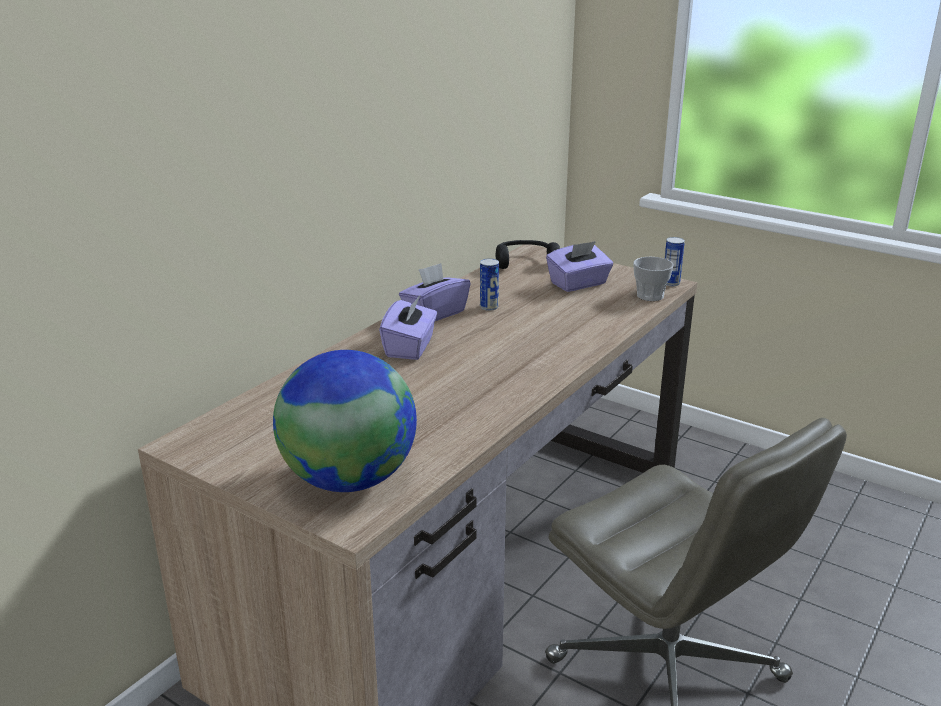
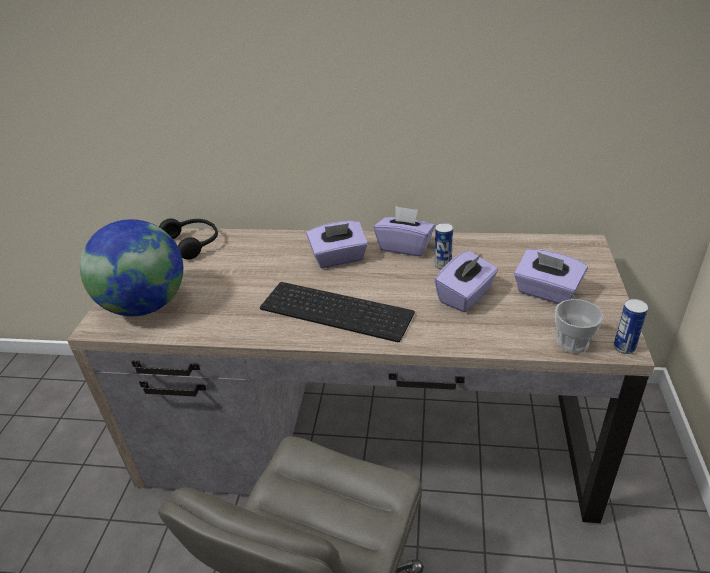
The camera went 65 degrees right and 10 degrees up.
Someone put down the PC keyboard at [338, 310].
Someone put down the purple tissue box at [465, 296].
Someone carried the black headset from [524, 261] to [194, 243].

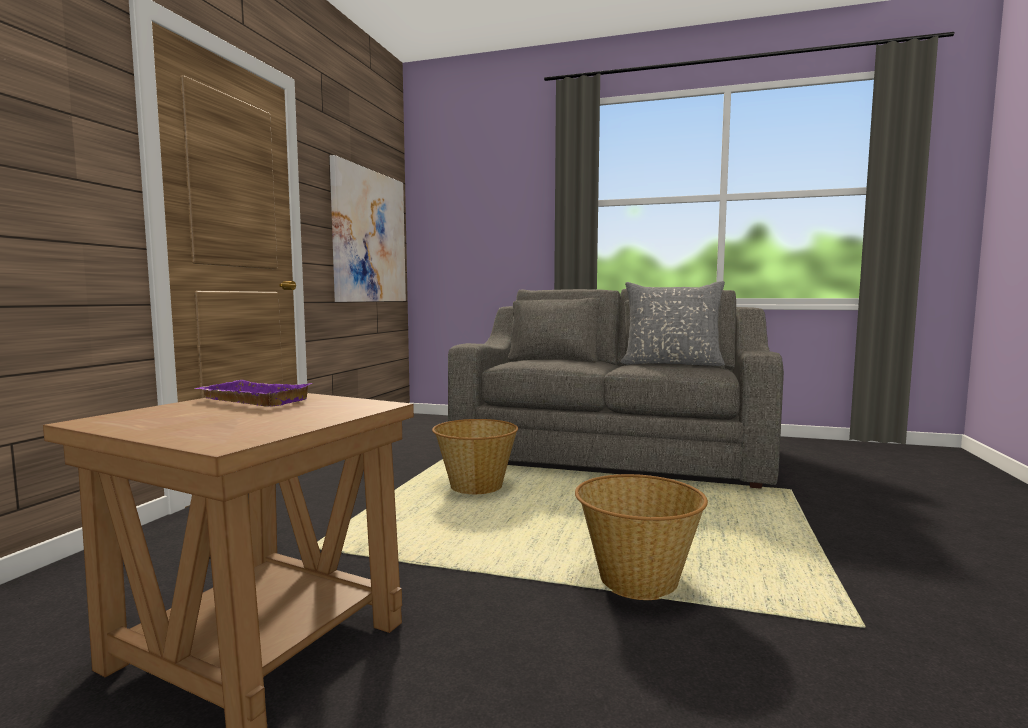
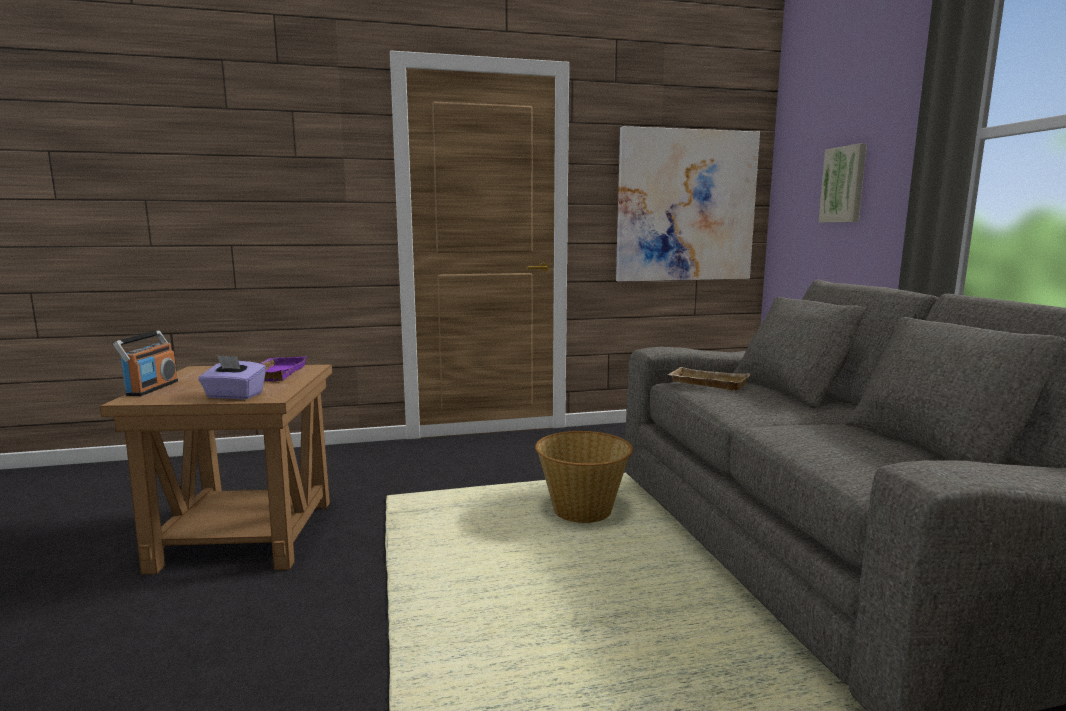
The camera went 60 degrees right and 5 degrees up.
Someone took away the basket at [637, 581].
Someone took away the grey pillow at [671, 364].
Someone put down the radio set at [152, 388].
Someone put down the purple tissue box at [234, 396].
Someone put down the sand-coloured serving tray at [706, 384].
Someone put up the wall picture at [844, 184].

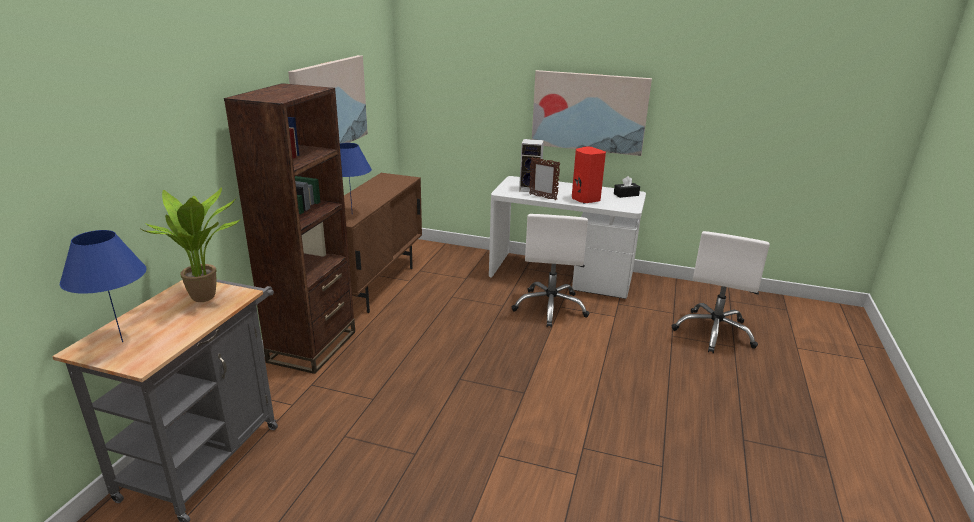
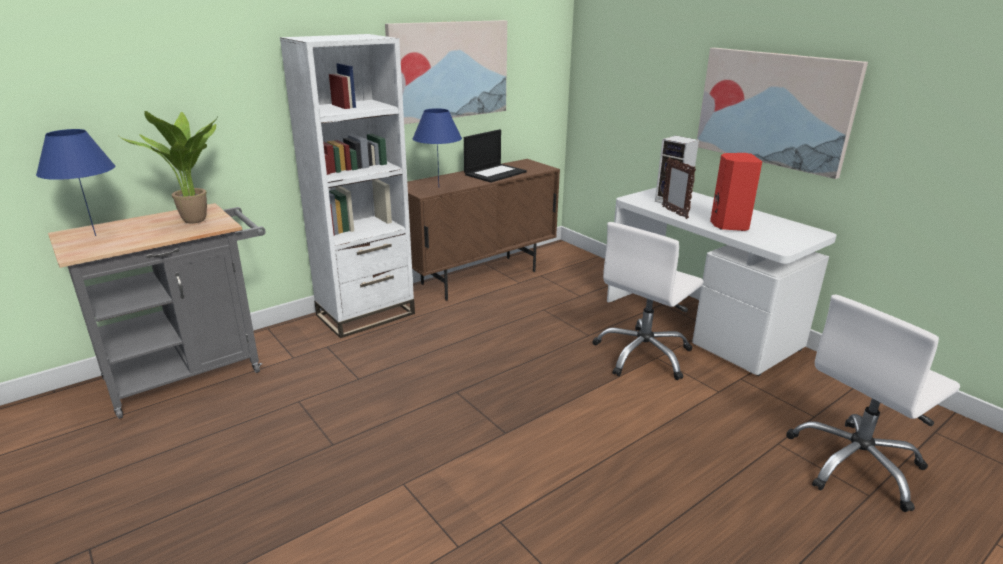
The camera went 35 degrees right and 0 degrees up.
Someone took away the black tissue box at [626, 194].
Someone put down the laptop at [495, 173].
Someone repainted the brown-coloured shelving unit at [312, 346], which became the whitish shelving unit at [366, 314].

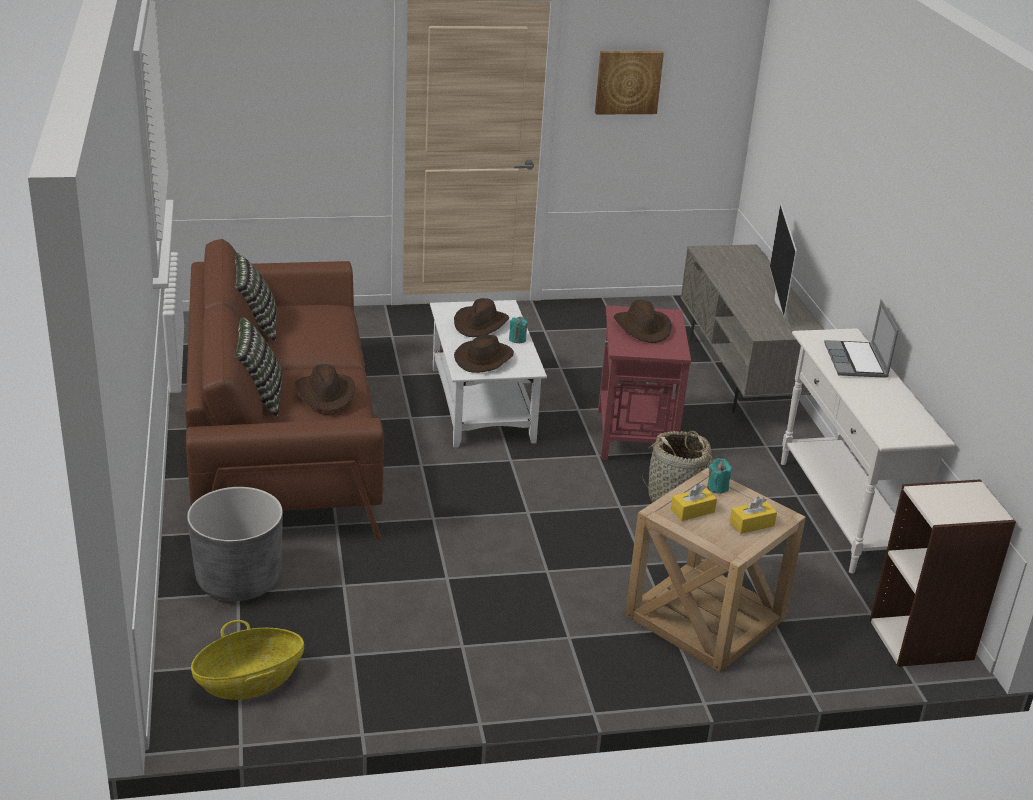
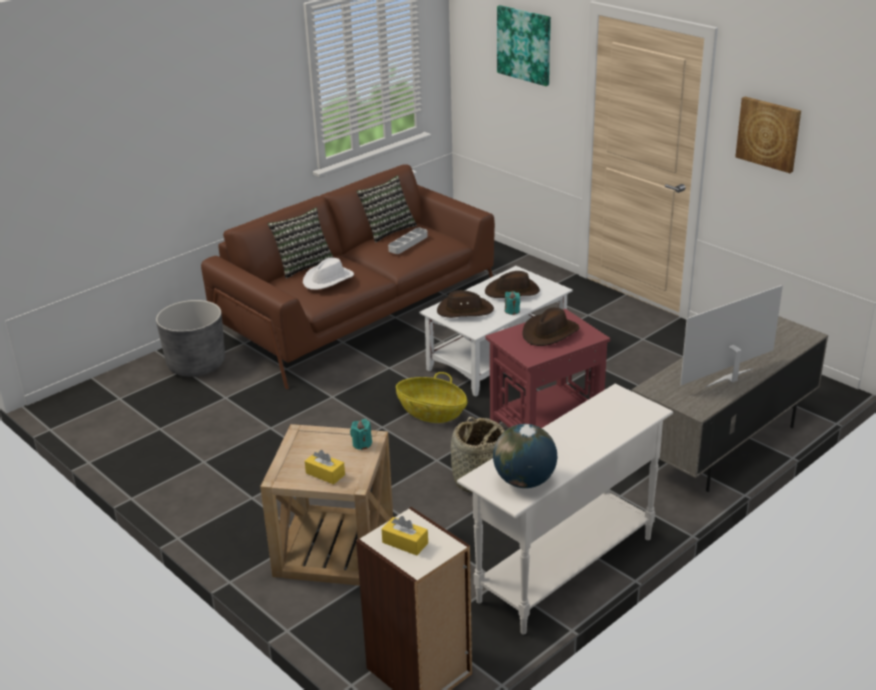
The camera went 60 degrees right and 0 degrees up.
Someone took away the laptop at [857, 361].
Someone put down the grey serving tray at [408, 243].
Someone put down the desk globe at [525, 481].
Someone put up the wall picture at [524, 45].
Someone carried the basket from [249, 681] to [432, 412].
Someone carried the yellow-coloured tissue box from [692, 511] to [405, 543].
Someone repainted the brown-coloured clothing hat at [326, 394], which became the whitish clothing hat at [328, 279].

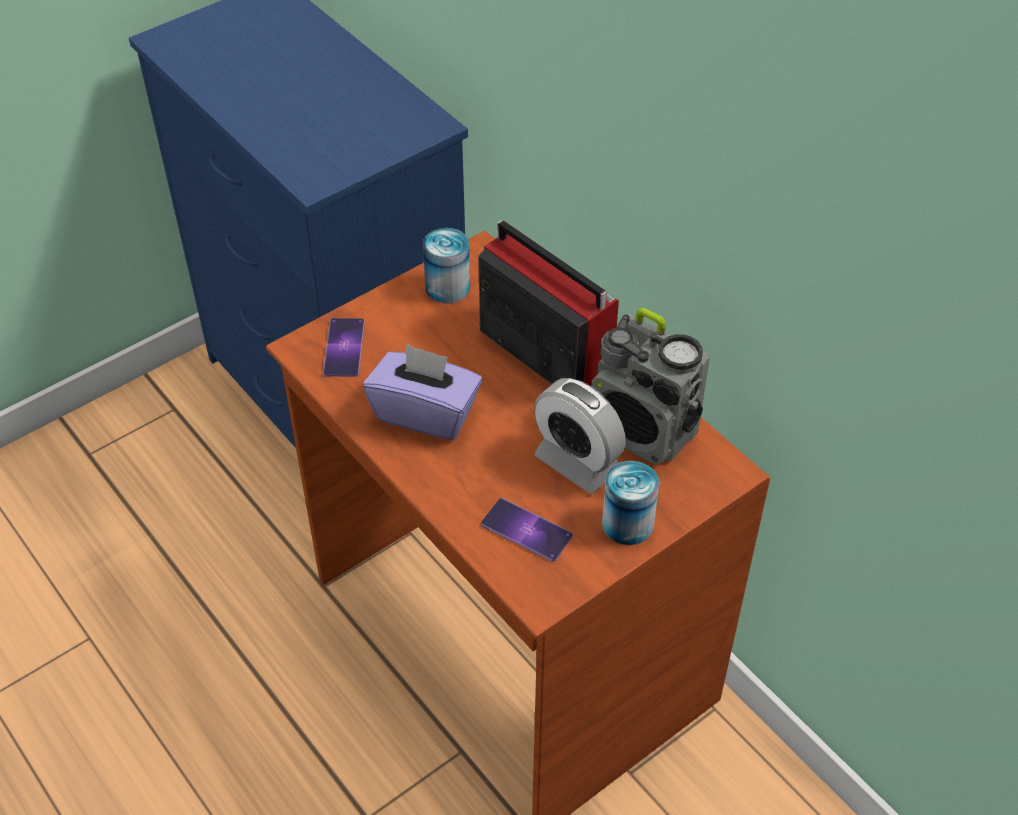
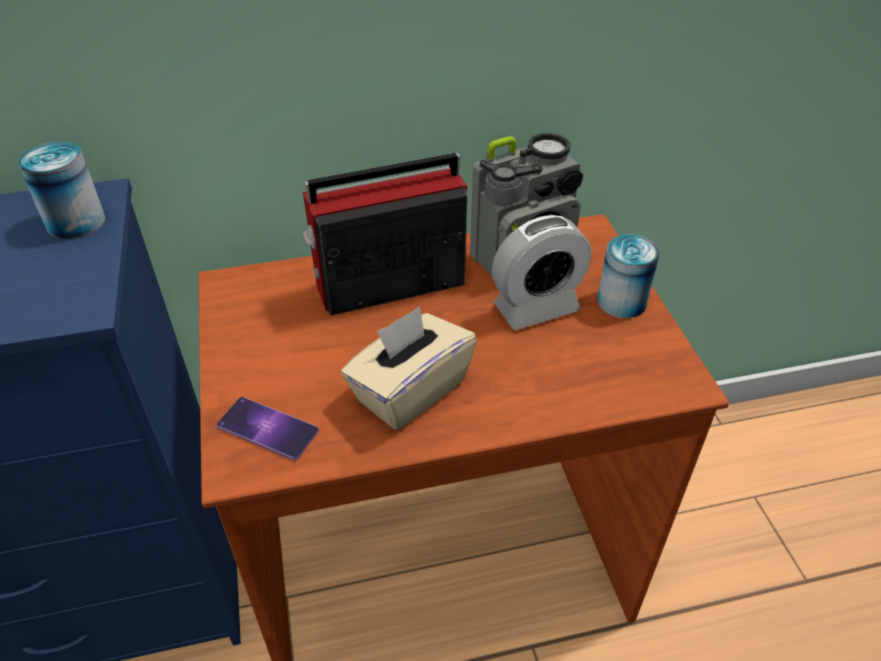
The camera went 65 degrees left and 5 degrees down.
Someone took away the handset at [526, 530].
Someone carried the can from [447, 287] to [76, 222].
Someone repainted the purple tissue box at [425, 412], which became the sand-coloured tissue box at [409, 391].

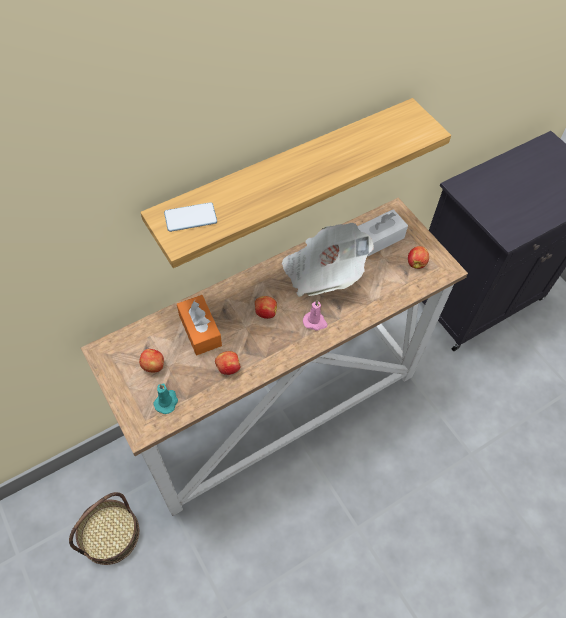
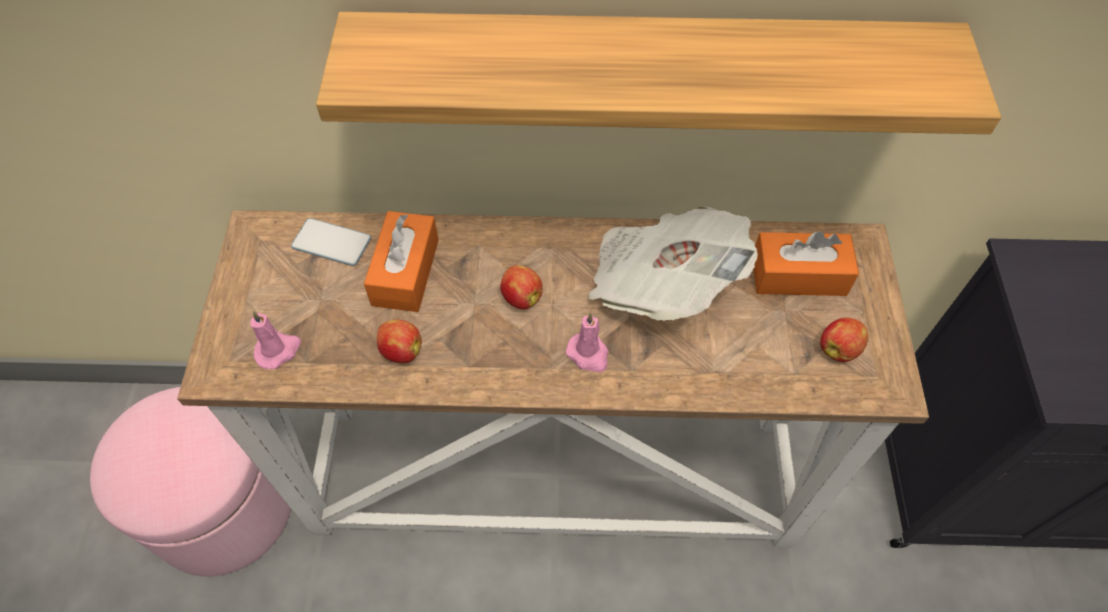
The camera went 35 degrees right and 0 degrees up.
Someone took away the apple at [154, 366].
Someone carried the handset from [190, 218] to [331, 243].
Someone swapped the basket at [110, 534] for the pink ottoman at [224, 508].
Someone repainted the blue-green wax light at [166, 401], which became the pink wax light at [278, 350].
Someone repainted the whitish tissue box at [378, 239], which became the orangey tissue box at [798, 275].

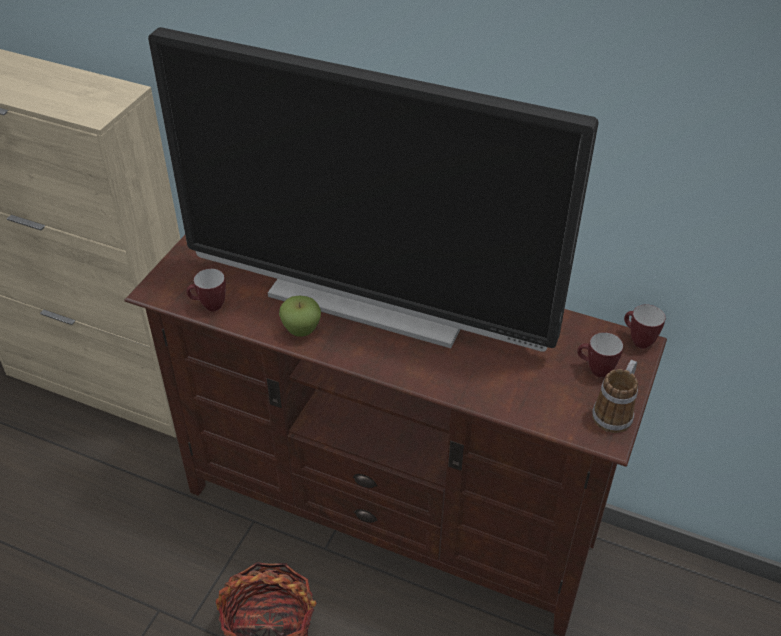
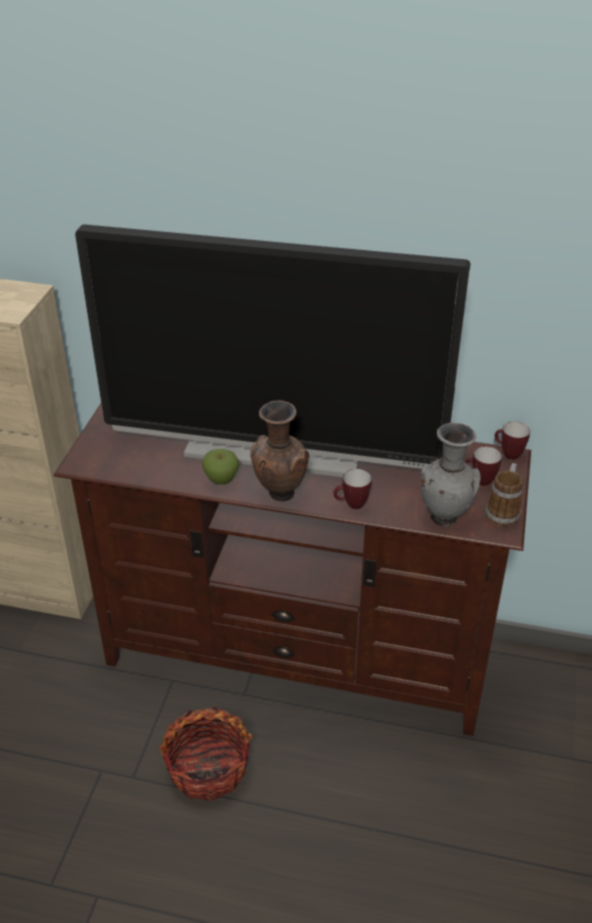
The camera went 10 degrees left and 5 degrees down.
Someone put down the brown-coloured decorative vase at [279, 494].
Someone put down the grey decorative vase at [445, 517].
Someone carried the mug from [209, 306] to [351, 505].

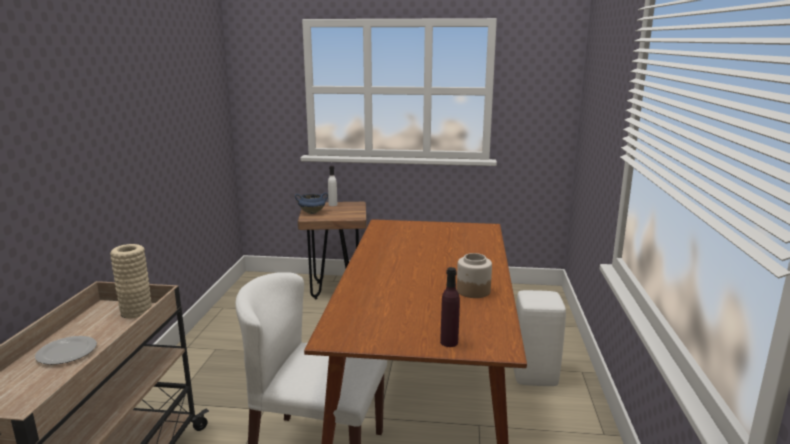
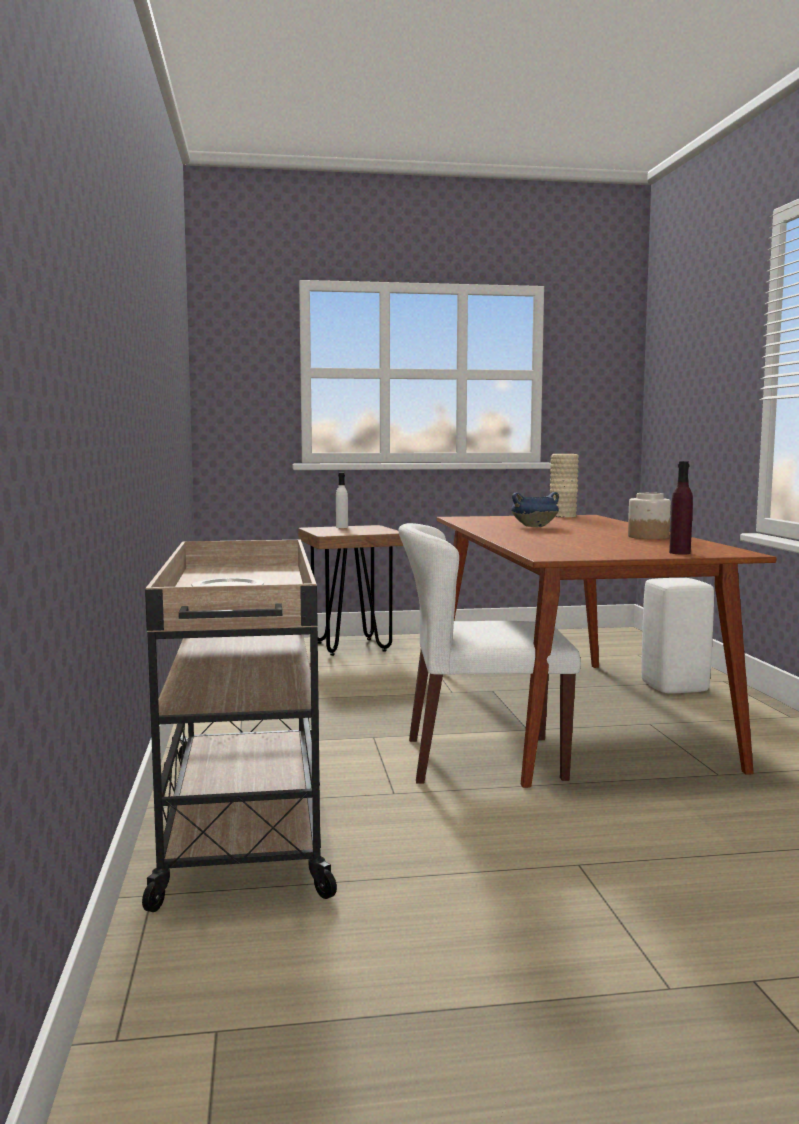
The camera went 15 degrees left and 10 degrees down.
Someone carried the sand-coloured decorative vase from [136, 311] to [563, 516].
Someone carried the blue-coloured stockpot from [312, 212] to [534, 527].

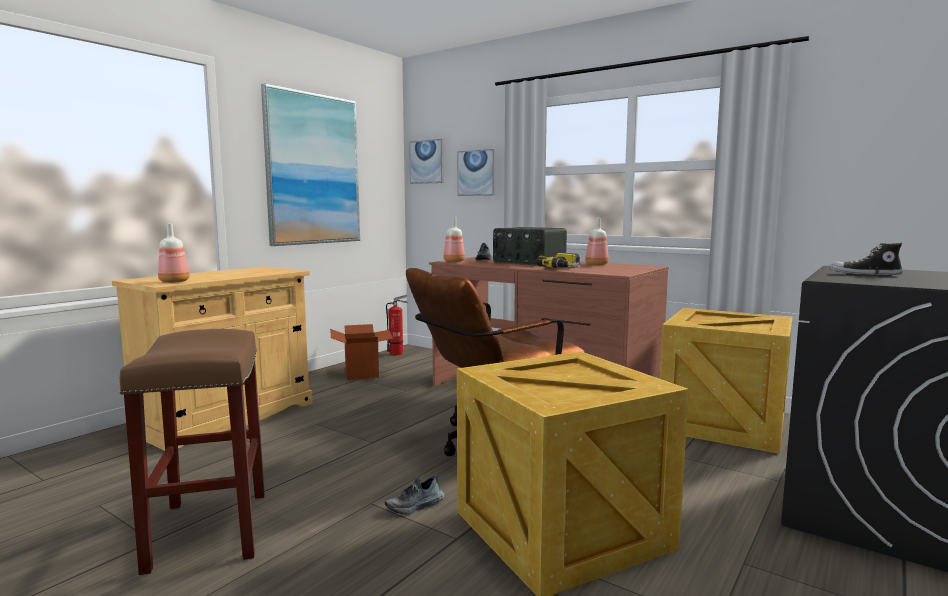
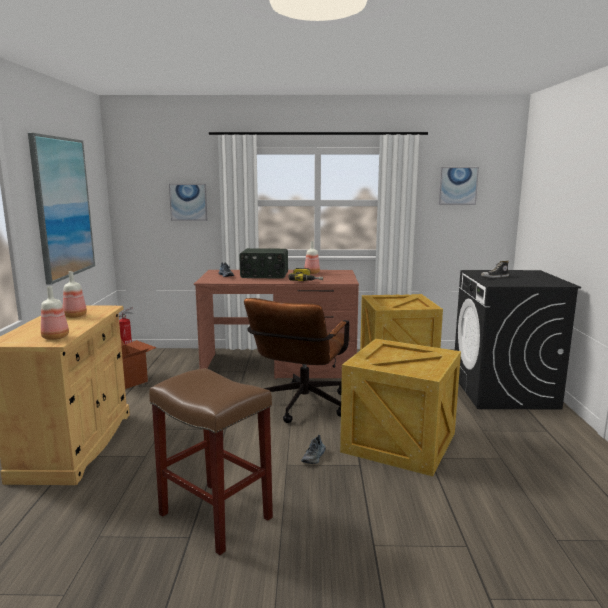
The camera went 35 degrees left and 5 degrees up.
Someone carried the wall picture from [427, 162] to [458, 185].
Someone carried the beverage bottle from [453, 261] to [74, 316].

